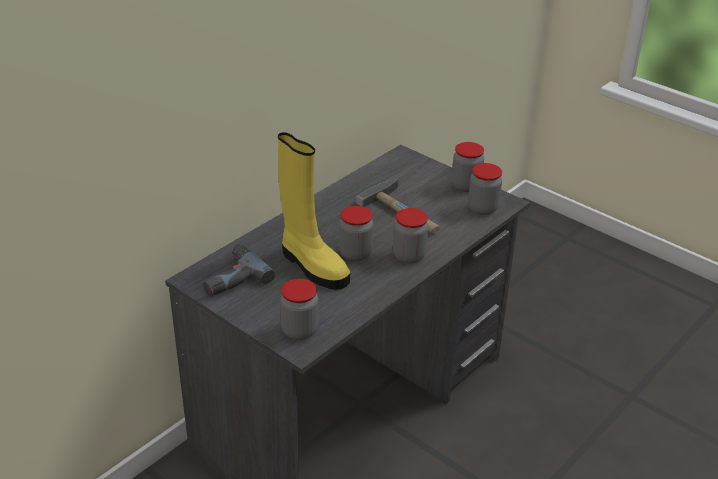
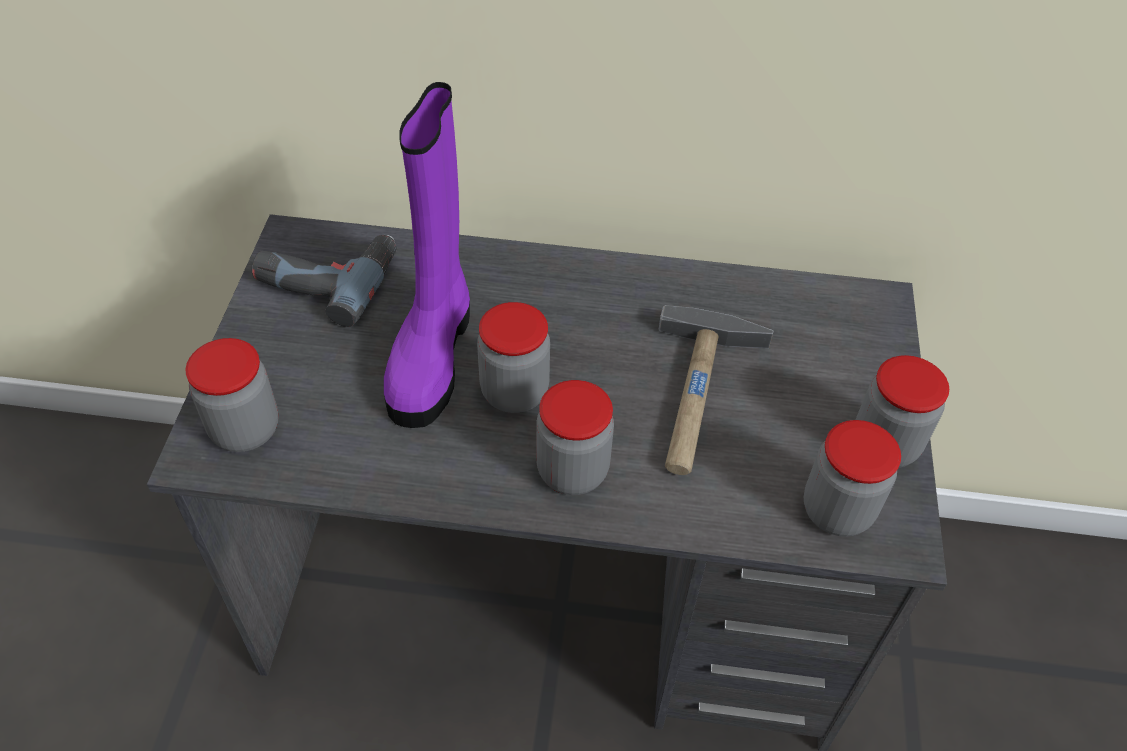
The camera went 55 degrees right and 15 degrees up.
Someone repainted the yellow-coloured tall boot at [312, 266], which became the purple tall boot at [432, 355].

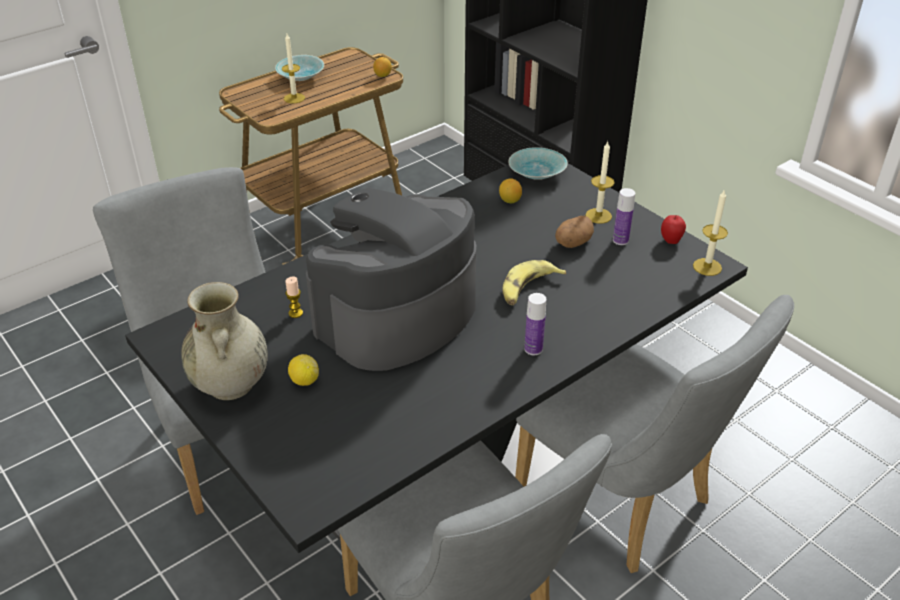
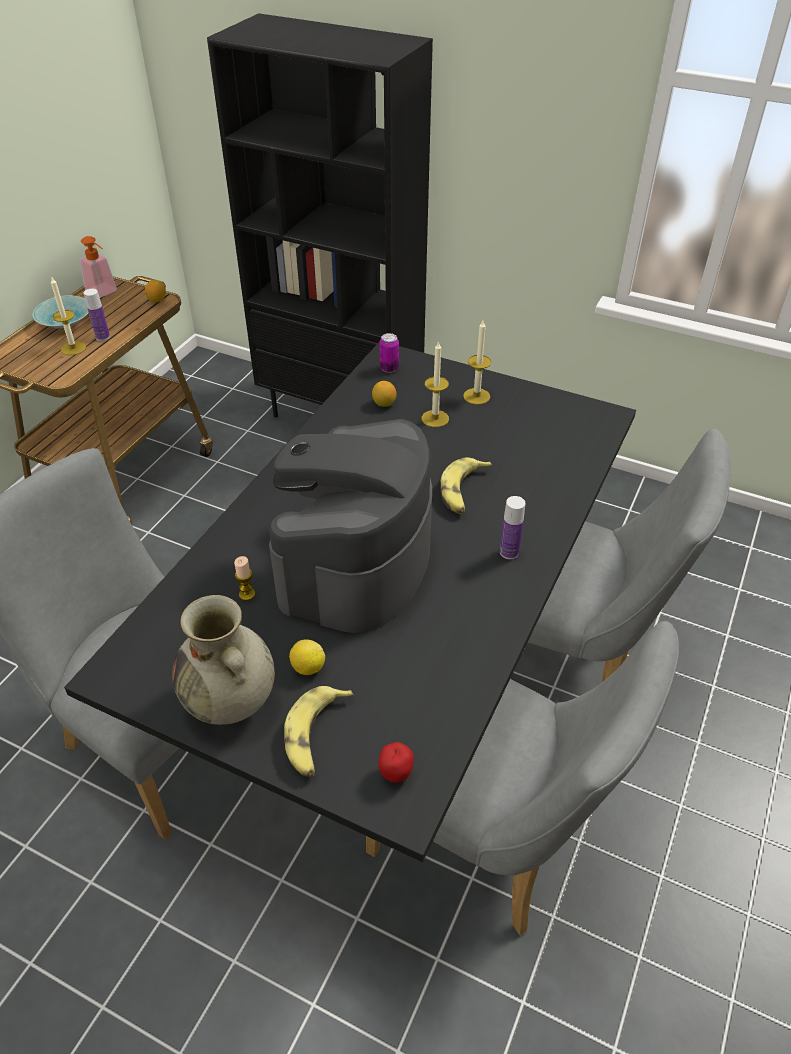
The camera went 25 degrees left and 5 degrees up.
Someone took away the whole potato at [572, 243].
Someone put down the soap bottle at [104, 293].
Someone put down the whole banana at [315, 736].
Someone carried the beverage bottle from [620, 240] to [102, 337].
Someone carried the apple from [671, 240] to [396, 773].
Someone carried the wax light from [707, 267] to [435, 418].
Someone swapped the blue-green deep dish at [535, 173] for the can at [389, 368].

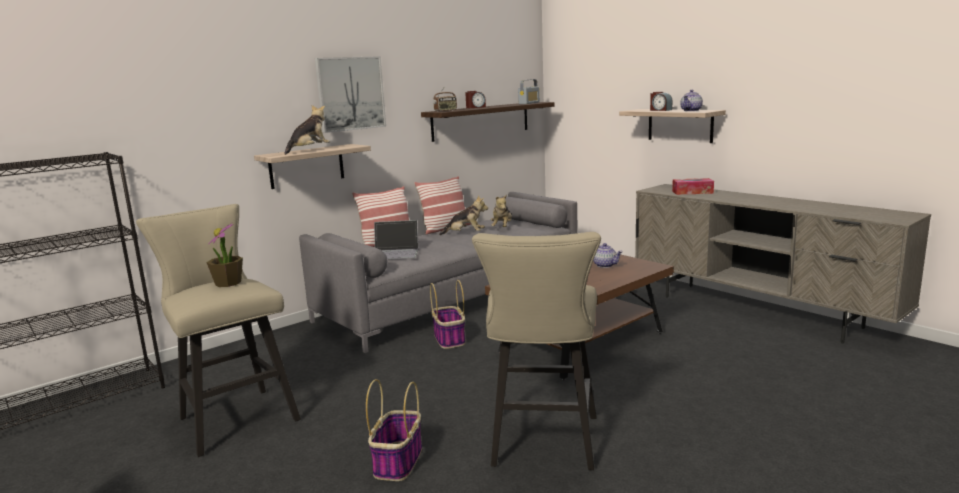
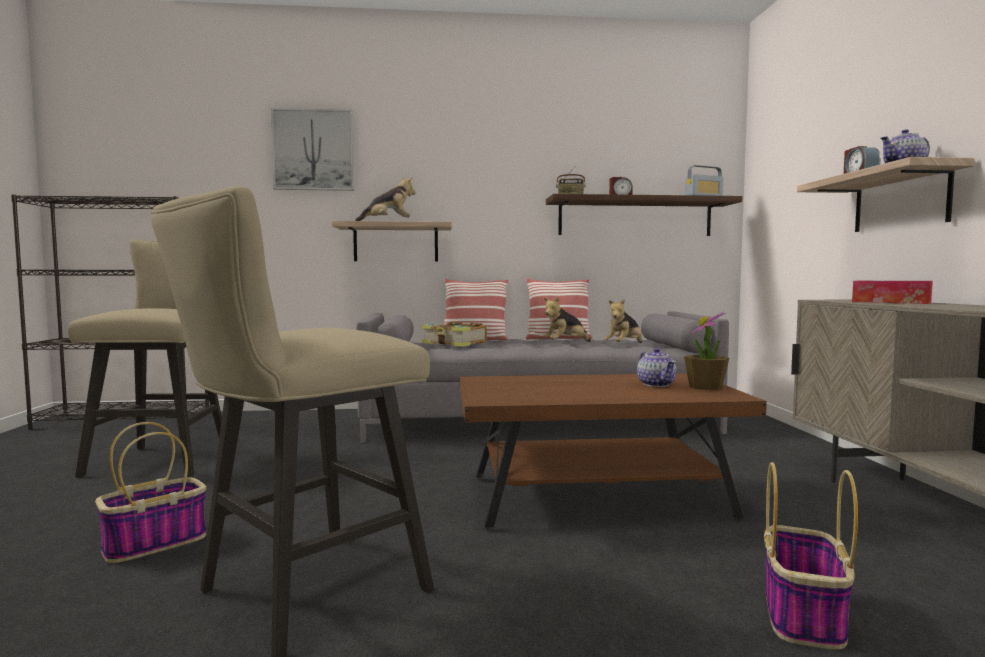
The camera went 35 degrees right and 10 degrees down.
Someone carried the plant in a pot from [228, 283] to [705, 387].
Someone carried the wall picture from [350, 93] to [313, 150].
Someone carried the basket from [449, 339] to [804, 616].
Someone swapped the laptop at [396, 252] for the volume at [454, 344].
Someone rotated the cuddly toy at [465, 234] by 105 degrees clockwise.

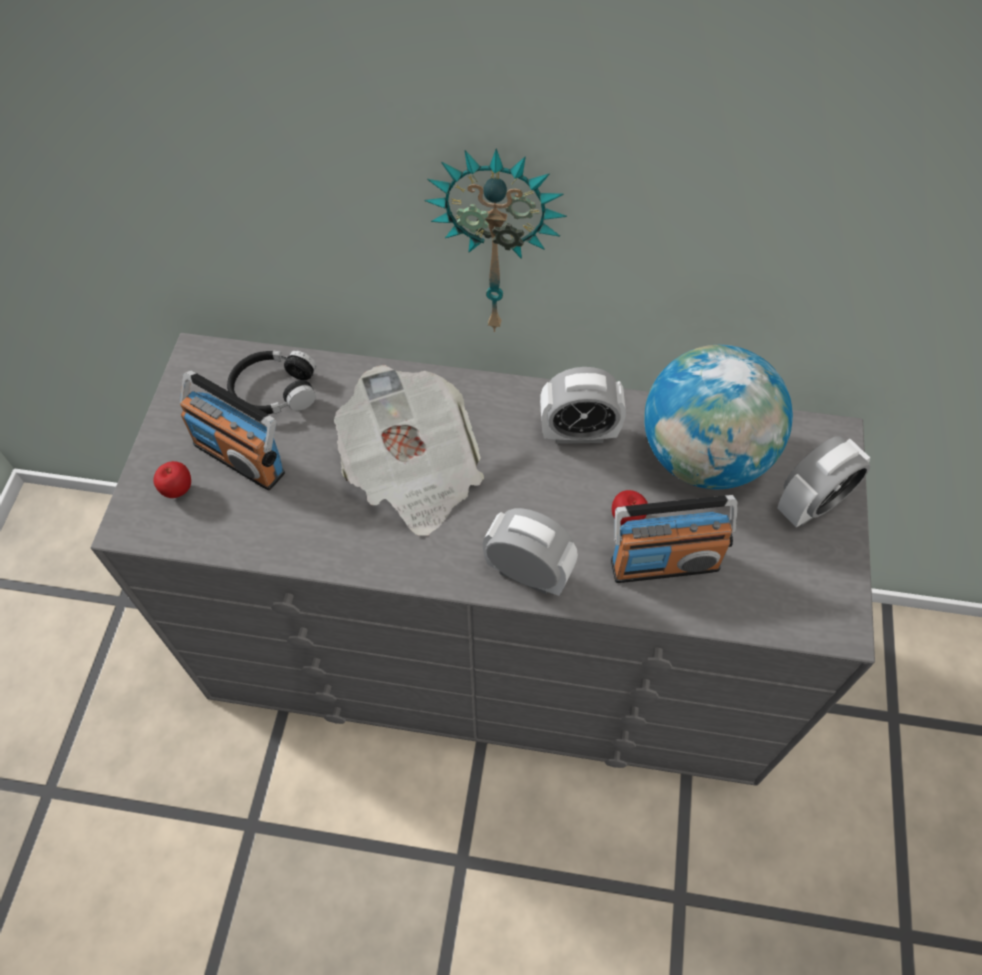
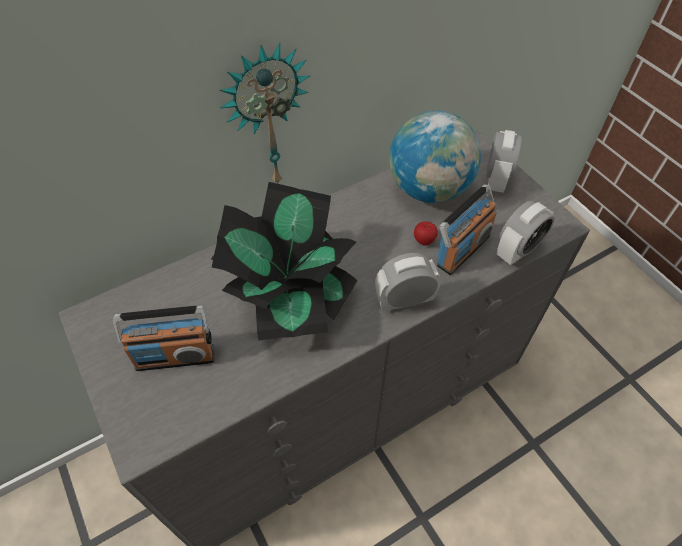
The camera went 40 degrees left and 5 degrees down.
Someone took away the apple at [178, 490].
Someone took away the black headset at [274, 391].
Someone carried the table clock from [578, 433] to [517, 251].
Someone swapped the newspaper at [413, 471] for the plant in a pot at [290, 293].

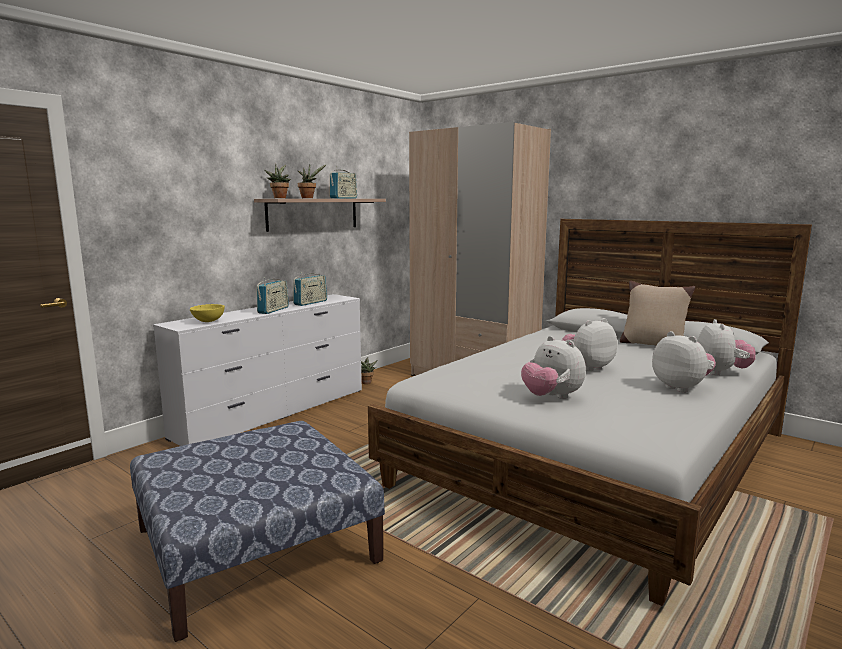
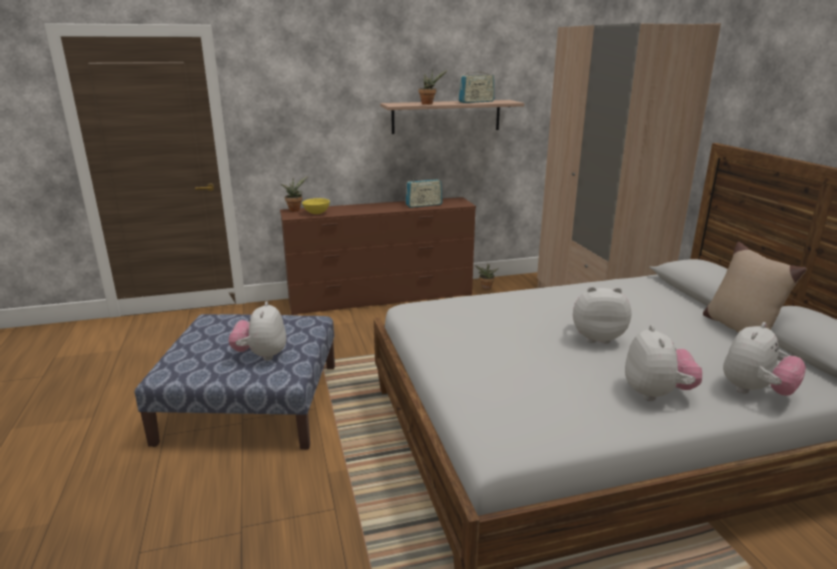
The camera went 35 degrees right and 10 degrees up.
Someone took away the radio set at [273, 310].
Someone carried the plant in a pot from [279, 198] to [295, 209].
Someone carried the cuddly toy from [551, 397] to [261, 355].
Someone repainted the whitish chest of drawers at [275, 412], which became the brown-coloured chest of drawers at [381, 298].

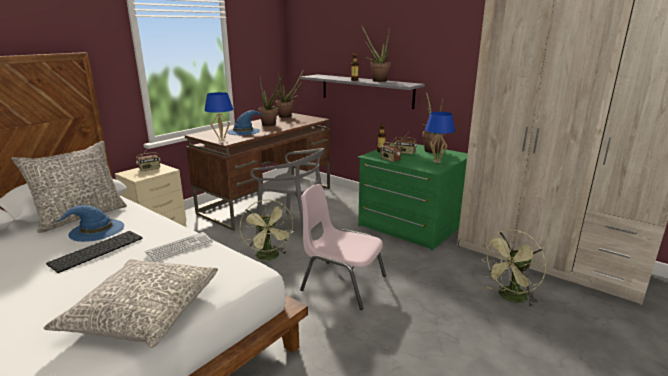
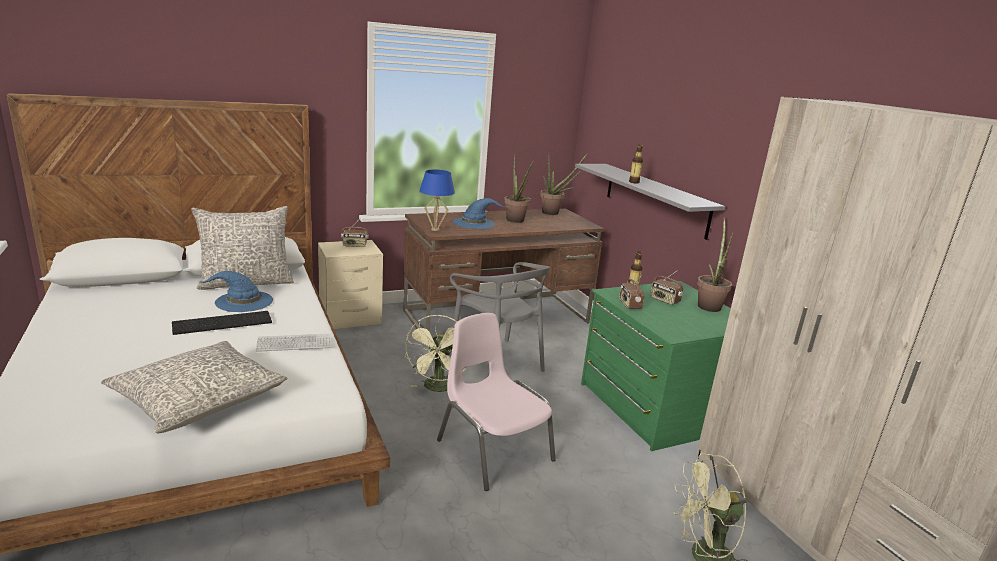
The camera went 25 degrees right and 0 degrees up.
Someone took away the plant in a pot at [376, 80].
Someone took away the blue-coloured tabletop lamp at [436, 161].

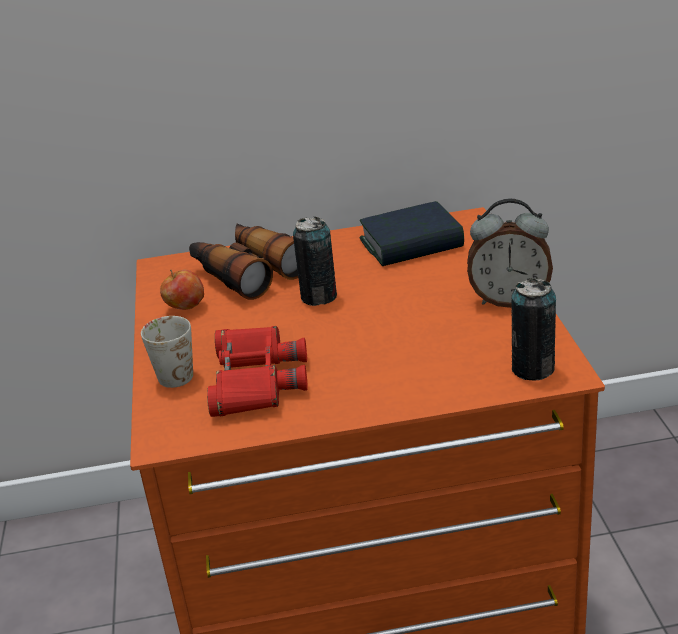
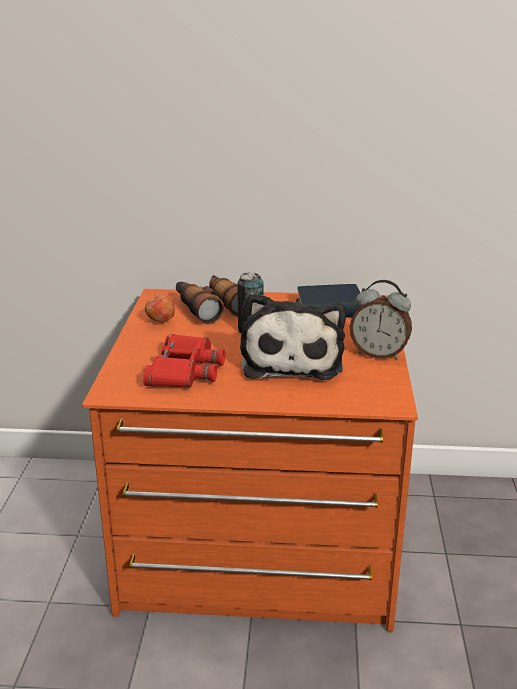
The camera went 10 degrees right and 5 degrees down.
Someone took away the whitish mug at [170, 372].
Someone took away the can at [533, 369].
Someone put down the cuddly toy at [292, 360].

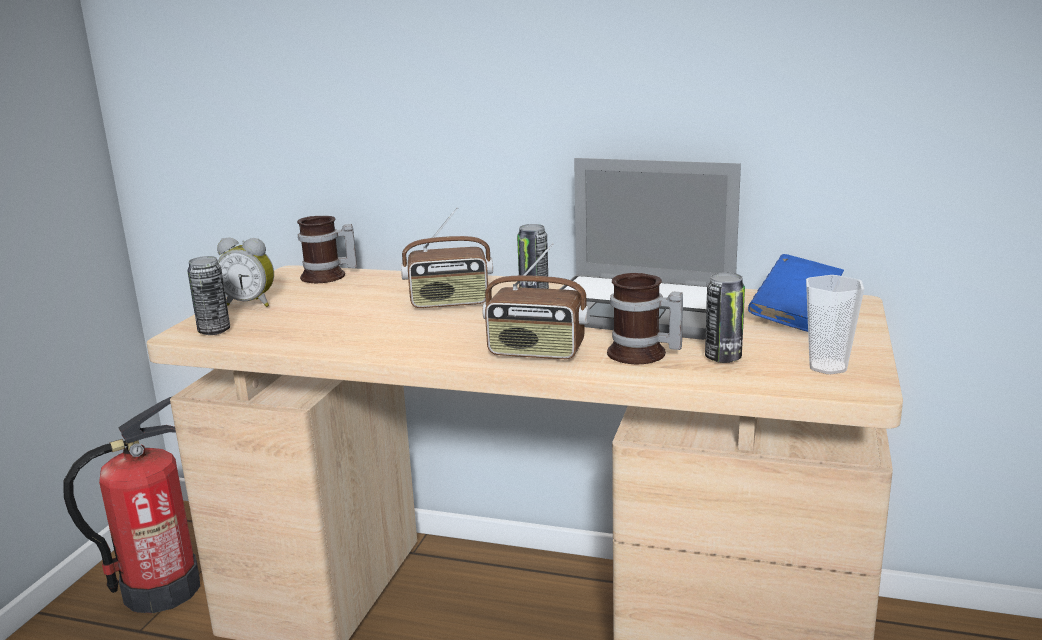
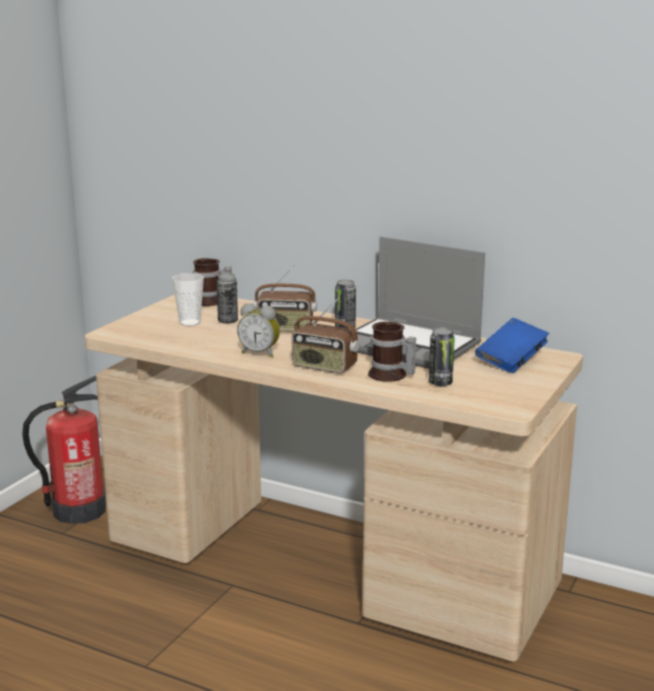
The camera went 10 degrees right and 0 degrees up.
Someone carried the can from [214, 331] to [228, 321].
Someone carried the table clock from [251, 303] to [260, 353].
Someone carried the small cup from [827, 367] to [190, 323].

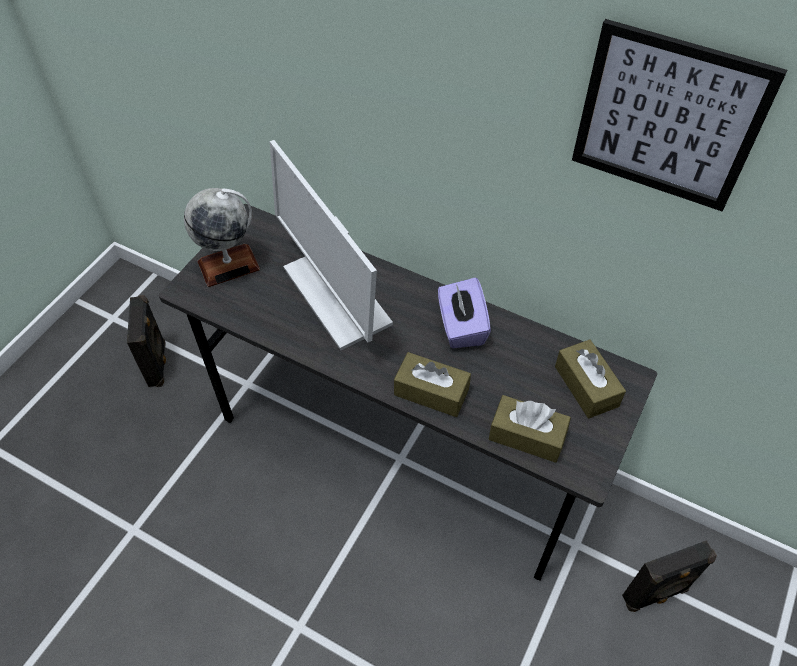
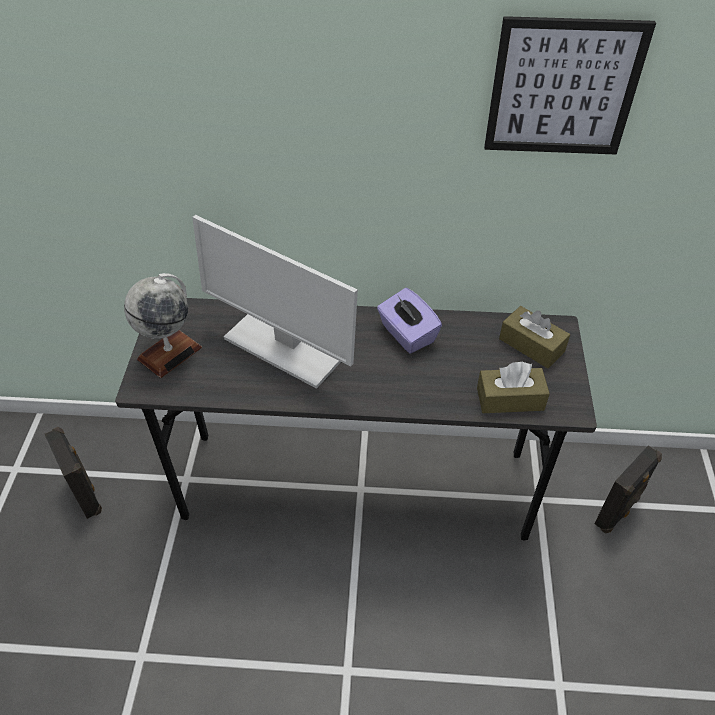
The camera went 25 degrees left and 5 degrees down.
Someone took away the brown-coloured tissue box at [431, 392].

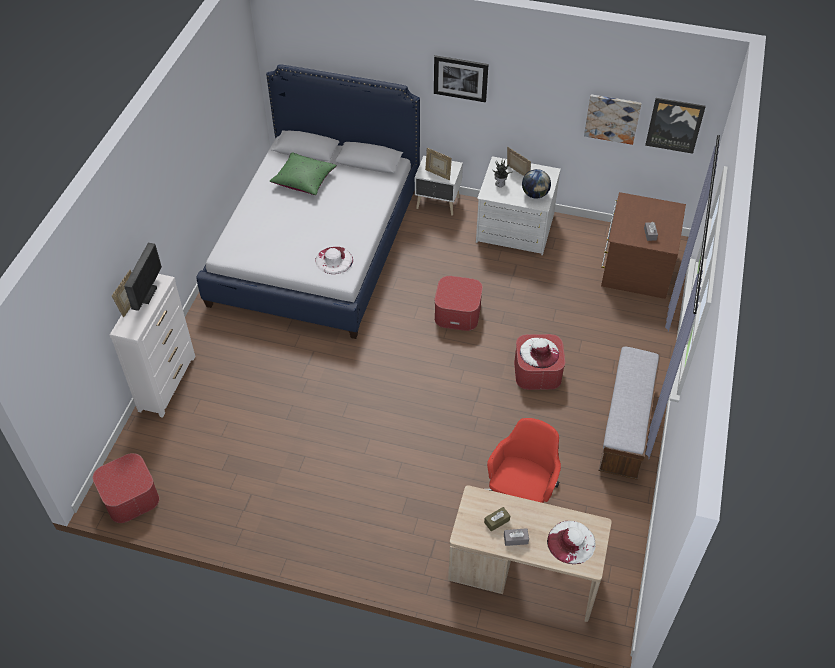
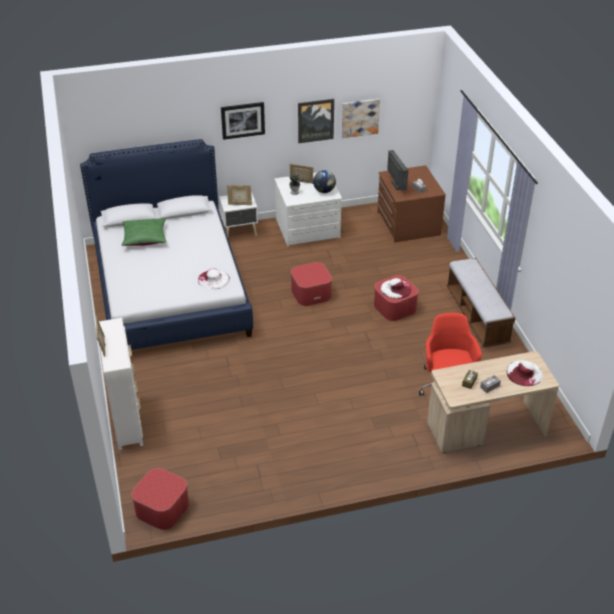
The camera went 30 degrees left and 10 degrees down.
Someone carried the computer screen from [148, 295] to [395, 186].
Someone carried the wall picture from [674, 125] to [315, 120].

